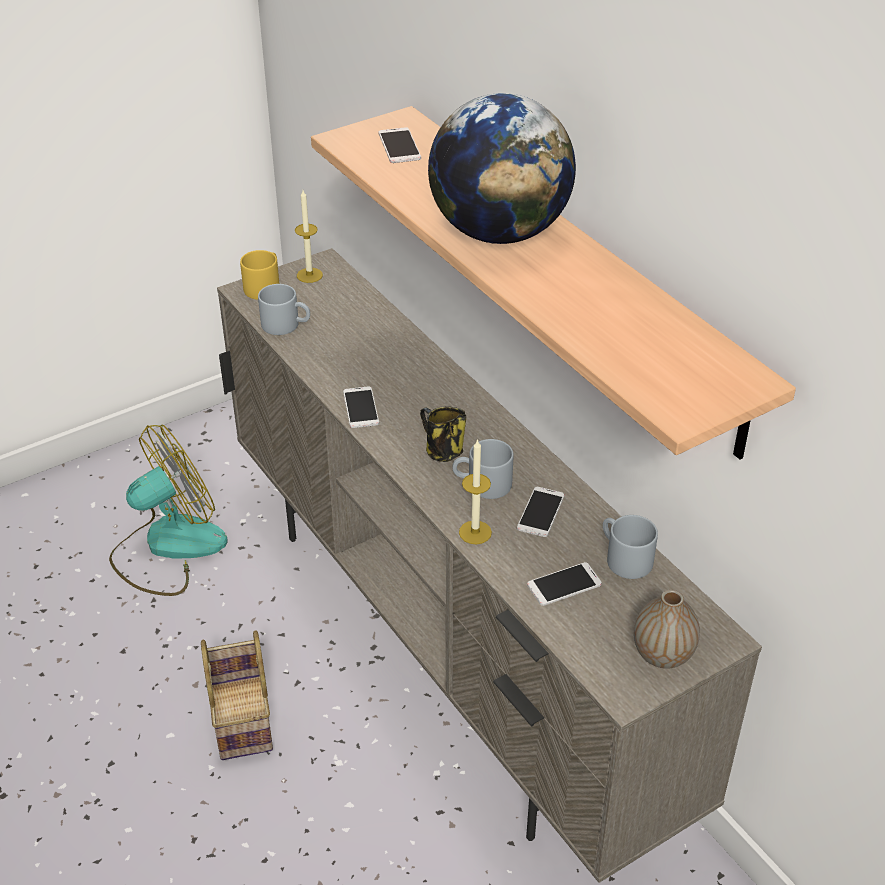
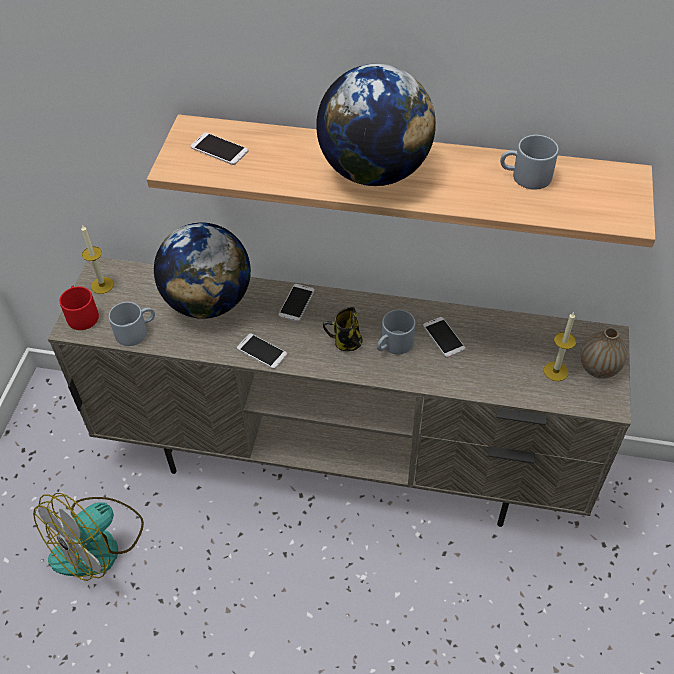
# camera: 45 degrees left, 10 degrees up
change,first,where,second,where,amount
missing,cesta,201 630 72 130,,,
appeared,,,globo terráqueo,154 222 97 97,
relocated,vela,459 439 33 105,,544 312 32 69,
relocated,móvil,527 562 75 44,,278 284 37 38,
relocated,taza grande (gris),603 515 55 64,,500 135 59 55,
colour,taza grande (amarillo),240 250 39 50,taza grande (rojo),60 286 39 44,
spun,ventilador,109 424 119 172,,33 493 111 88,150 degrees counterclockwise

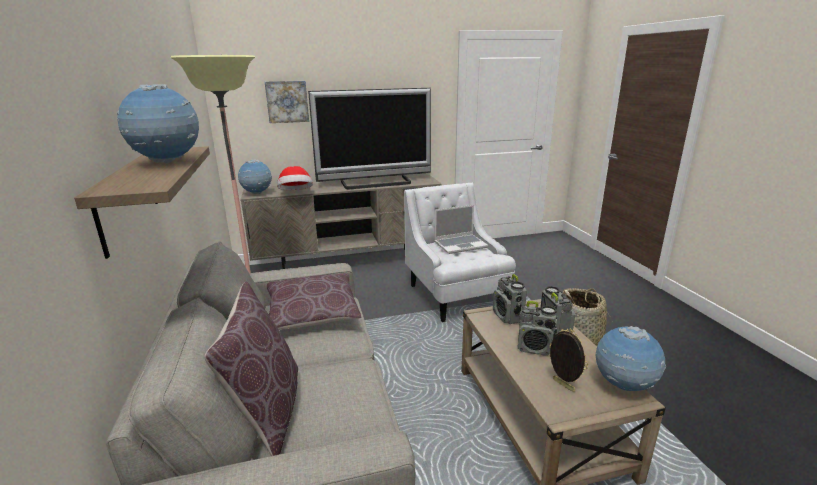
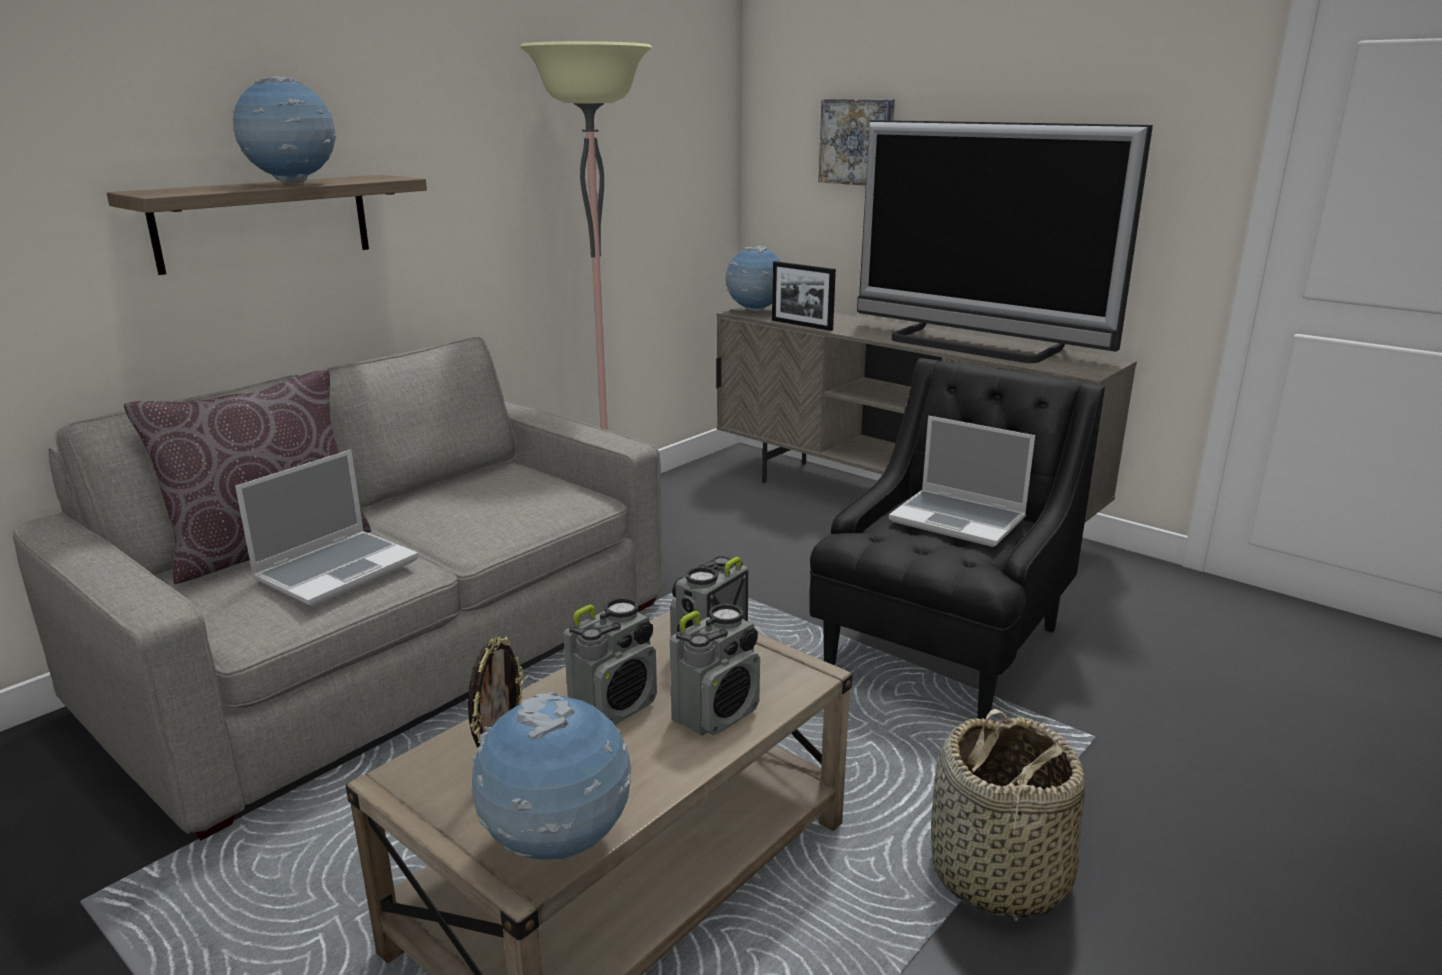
# camera: 55 degrees right, 0 degrees up
change,first,where,second,where,amount
missing,cojín (marrón),267 273 95 57,,,
appeared,,,portátil,235 450 184 156,
exchanged,sombrero,277 166 36 24,portarretratos,772 261 64 70,
colour,sillón (blanco),404 183 112 139,sillón (negro),809 358 296 361,
spun,radio,518 301 39 55,,563 597 94 128,120 degrees counterclockwise

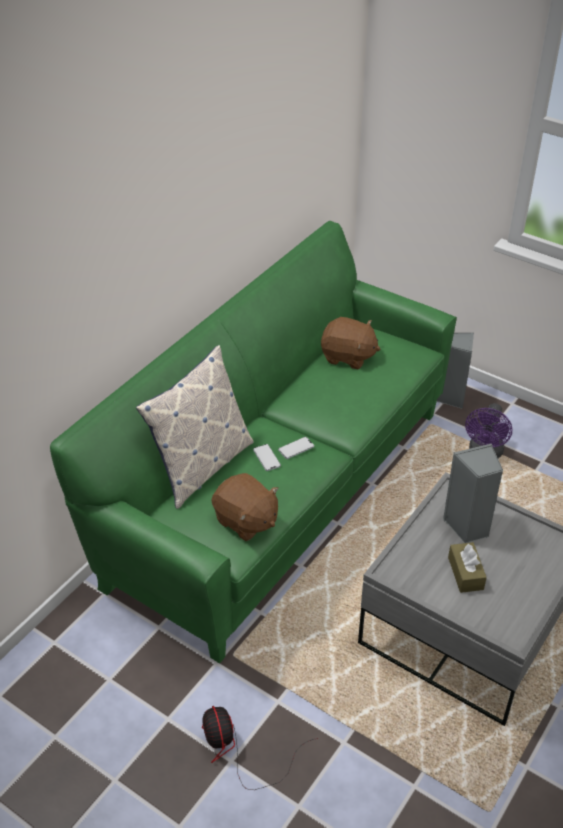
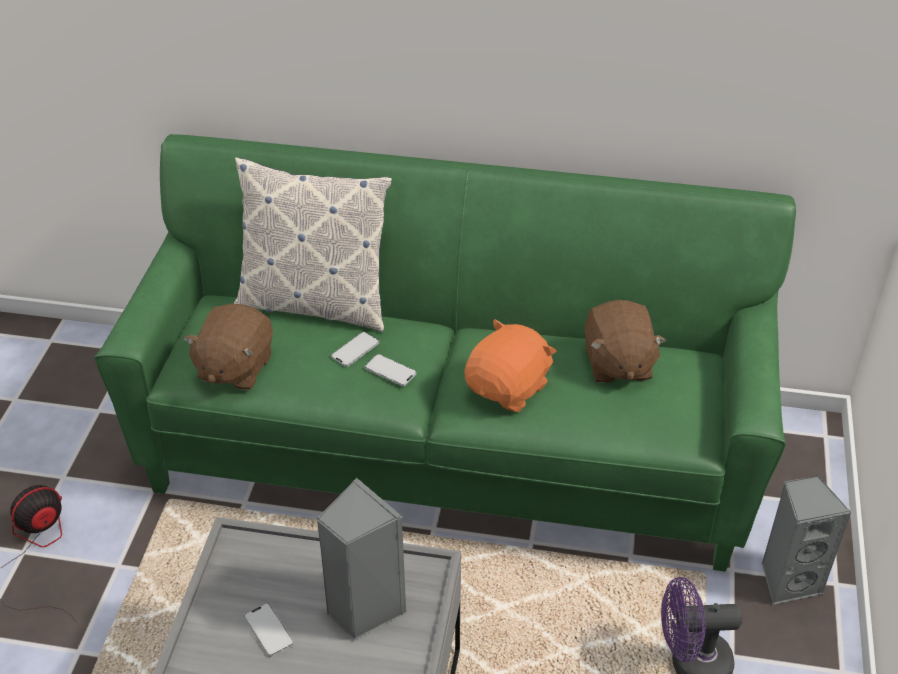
# camera: 65 degrees right, 0 degrees up
change,first,where,second,where,amount
appeared,,,peluche (naranja),464 319 93 93,
exchanged,caja de pañuelos (marrón),448 542 39 51,móvil,244 603 50 54,

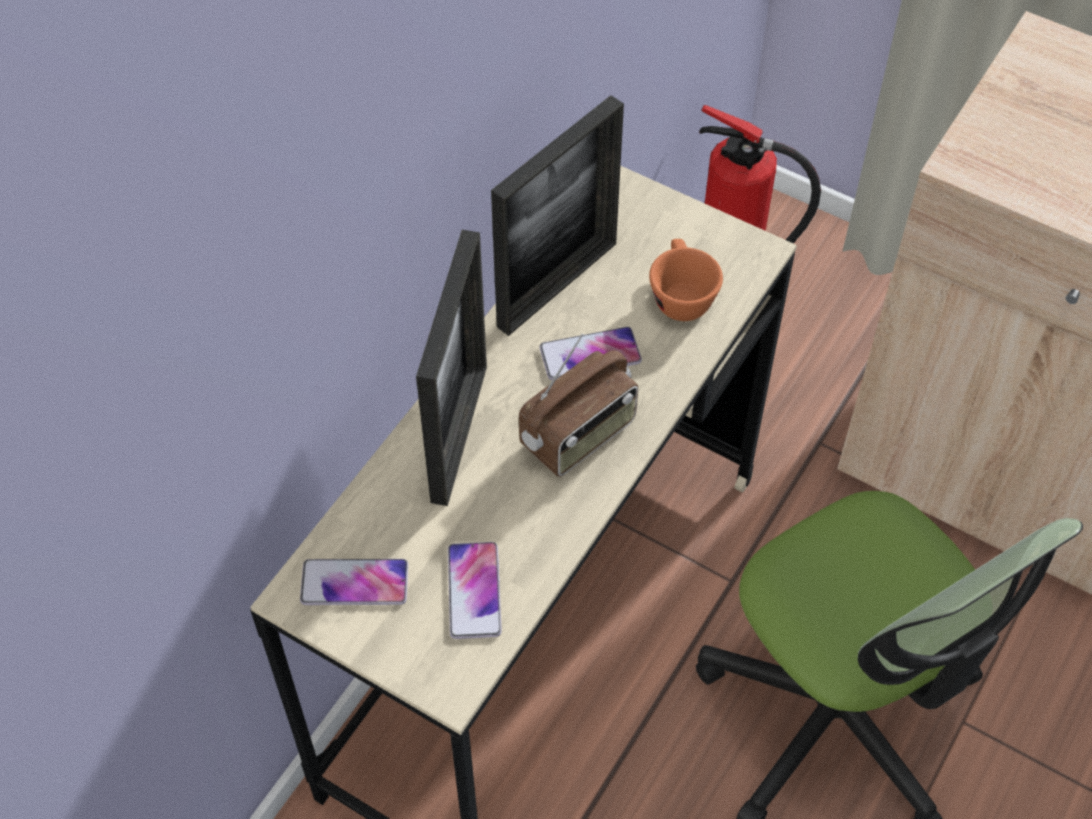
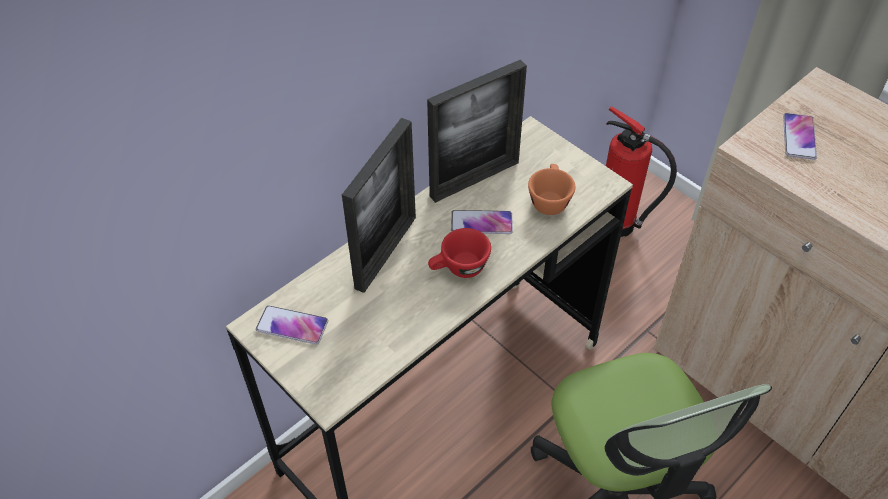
# camera: 15 degrees right, 5 degrees down
change,first,where,second,where,amount
relocated,móvil,448 542 54 97,,783 113 34 47,
exchanged,radio,519 334 119 143,taza (rojo),428 228 63 50,

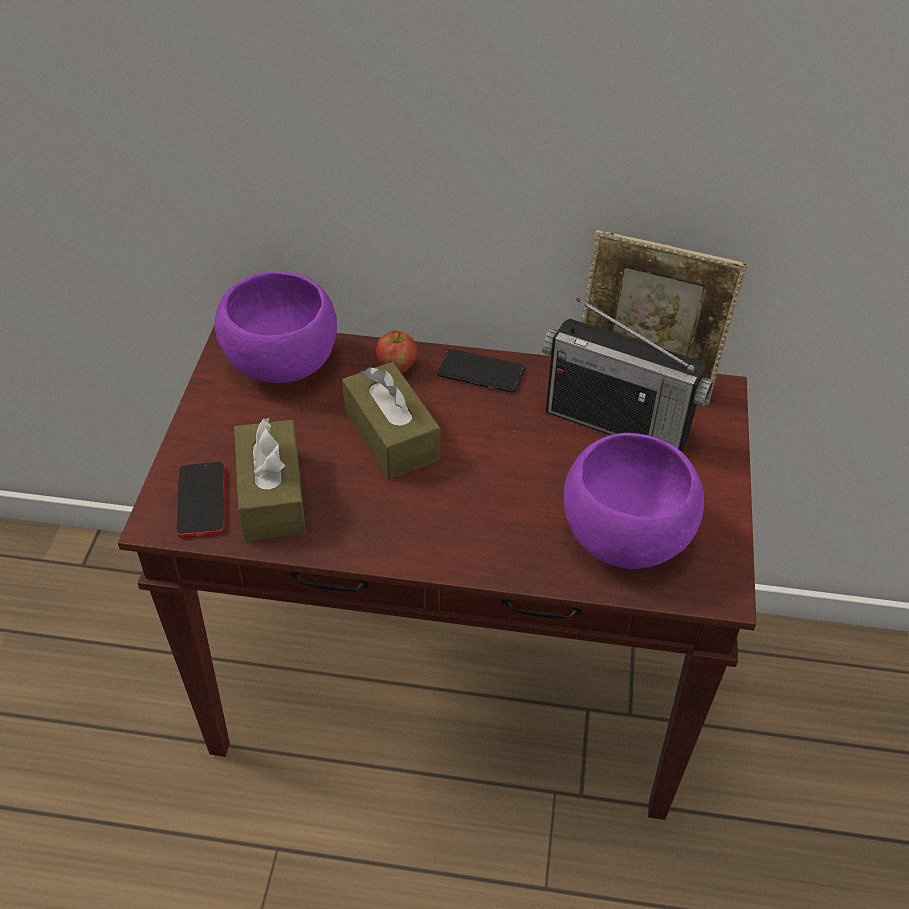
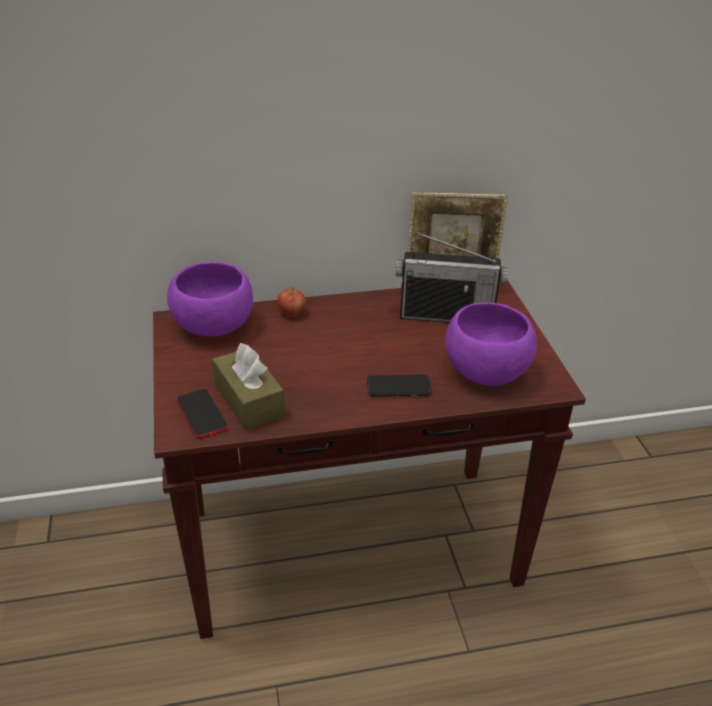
# camera: 20 degrees left, 10 degrees down
change,first,where,second,where,amount
missing,caja de pañuelos (marrón),342 362 98 117,,,
relocated,móvil,437 349 88 44,,367 375 65 21,

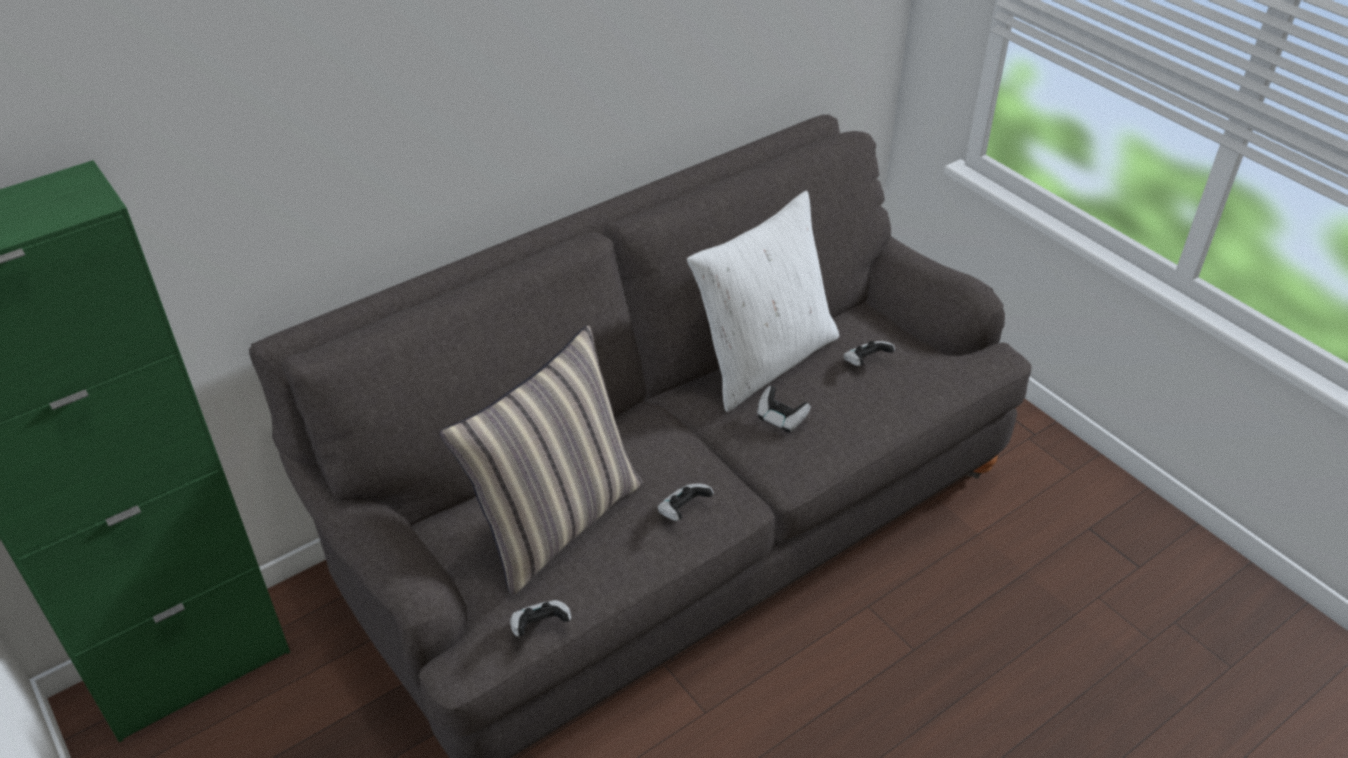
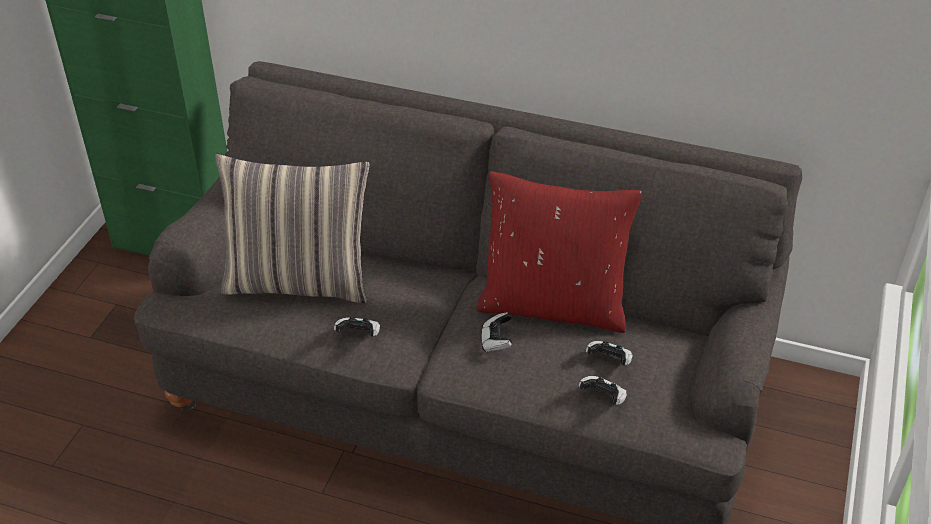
# camera: 55 degrees right, 0 degrees up
change,first,where,second,where,amount
relocated,mando de consola,510 600 61 37,,579 376 48 29,
colour,cojín (blanco),687 190 152 222,cojín (rojo),477 171 165 162,

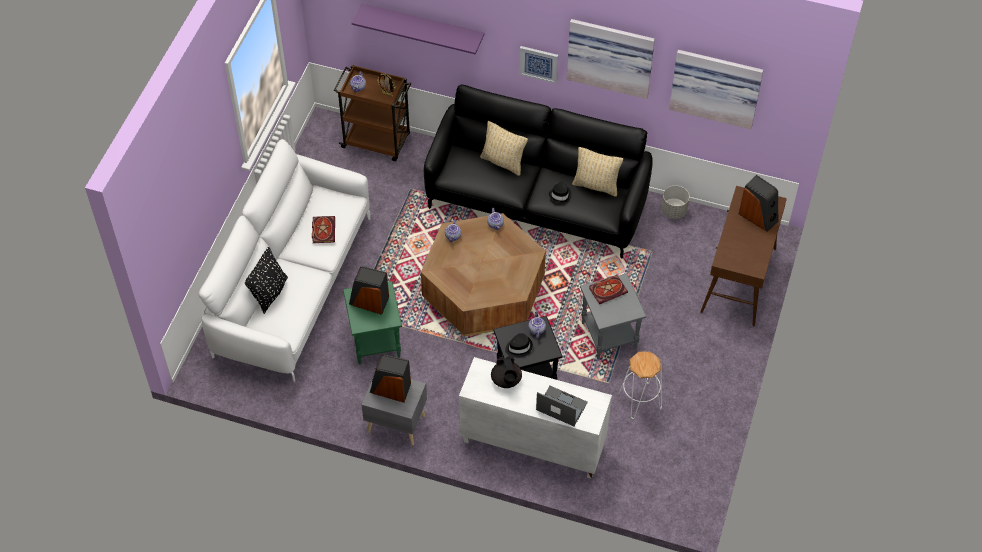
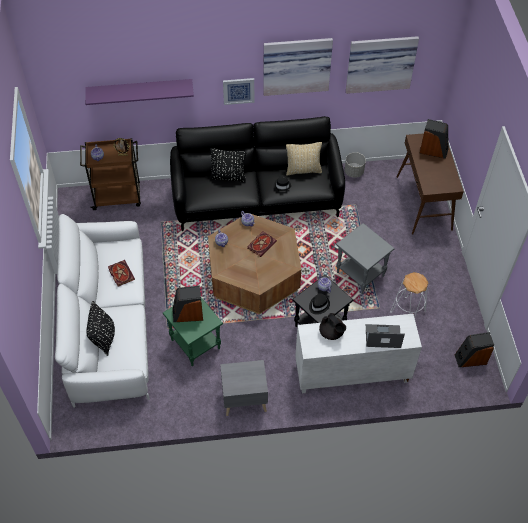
# camera: 25 degrees left, 0 degrees up
change,first,where,second,where,amount
relocated,altavoz,370 355 41 47,,455 332 39 35,
relocated,libro,589 275 39 29,,247 232 30 25,
colour,cojín (beis),480 121 48 55,cojín (negro),210 148 37 34,

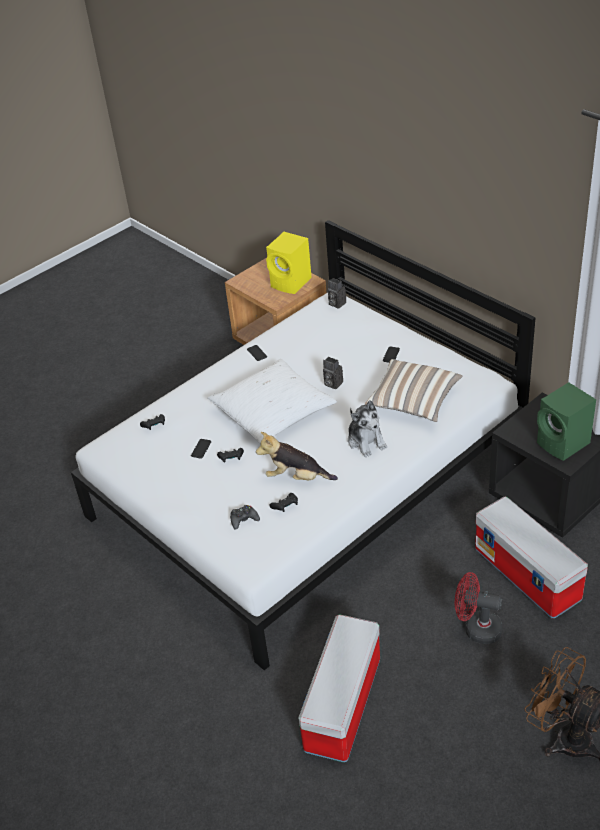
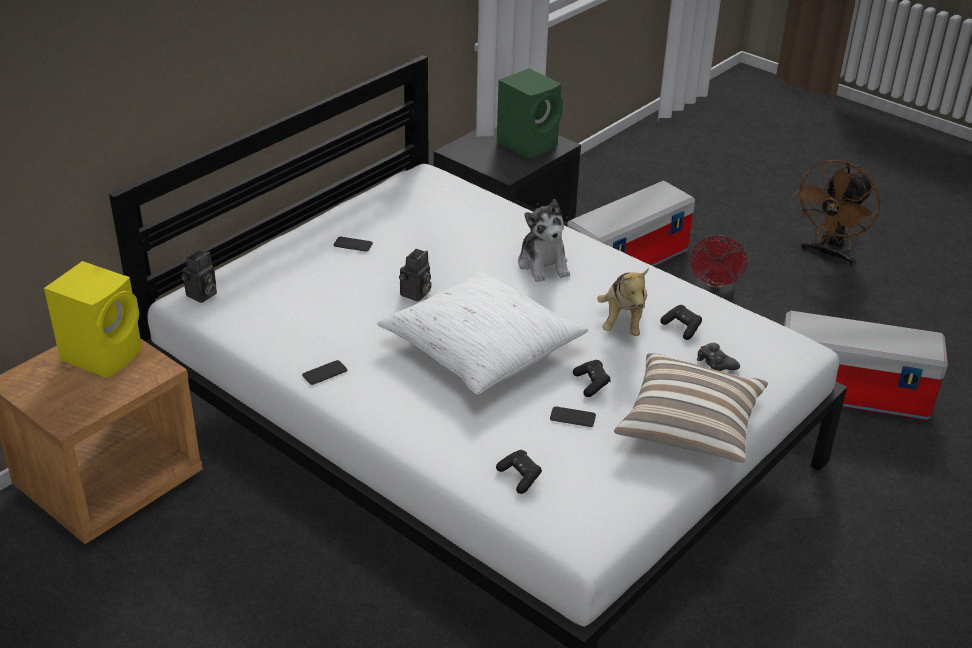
# camera: 100 degrees left, 5 degrees down
change,first,where,second,where,amount
relocated,cojín,365 359 97 63,,614 353 154 110,
spun,peluche,348 400 39 57,,518 199 52 83,105 degrees clockwise

